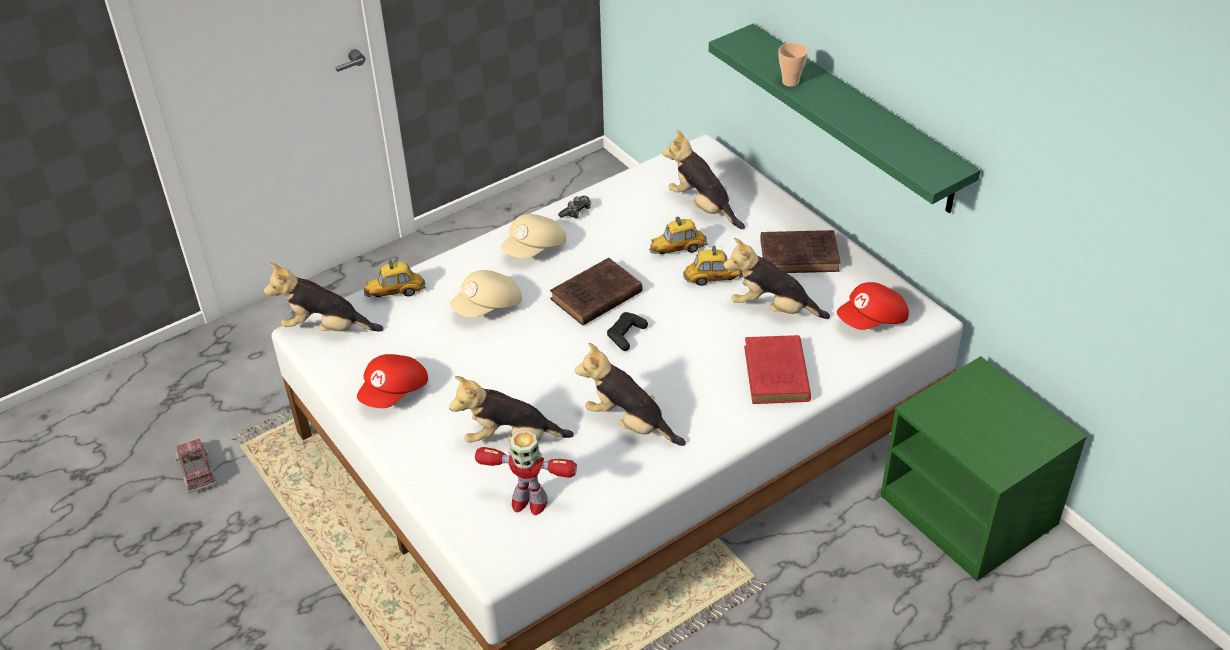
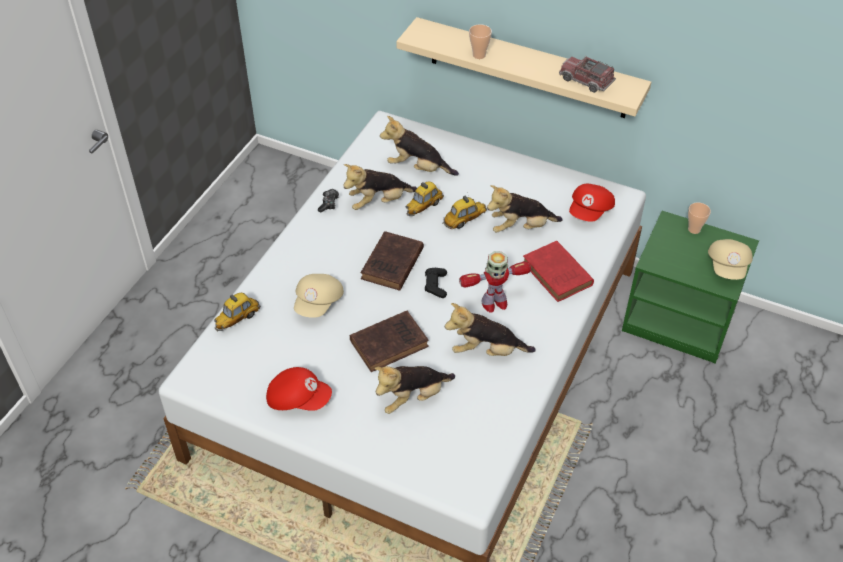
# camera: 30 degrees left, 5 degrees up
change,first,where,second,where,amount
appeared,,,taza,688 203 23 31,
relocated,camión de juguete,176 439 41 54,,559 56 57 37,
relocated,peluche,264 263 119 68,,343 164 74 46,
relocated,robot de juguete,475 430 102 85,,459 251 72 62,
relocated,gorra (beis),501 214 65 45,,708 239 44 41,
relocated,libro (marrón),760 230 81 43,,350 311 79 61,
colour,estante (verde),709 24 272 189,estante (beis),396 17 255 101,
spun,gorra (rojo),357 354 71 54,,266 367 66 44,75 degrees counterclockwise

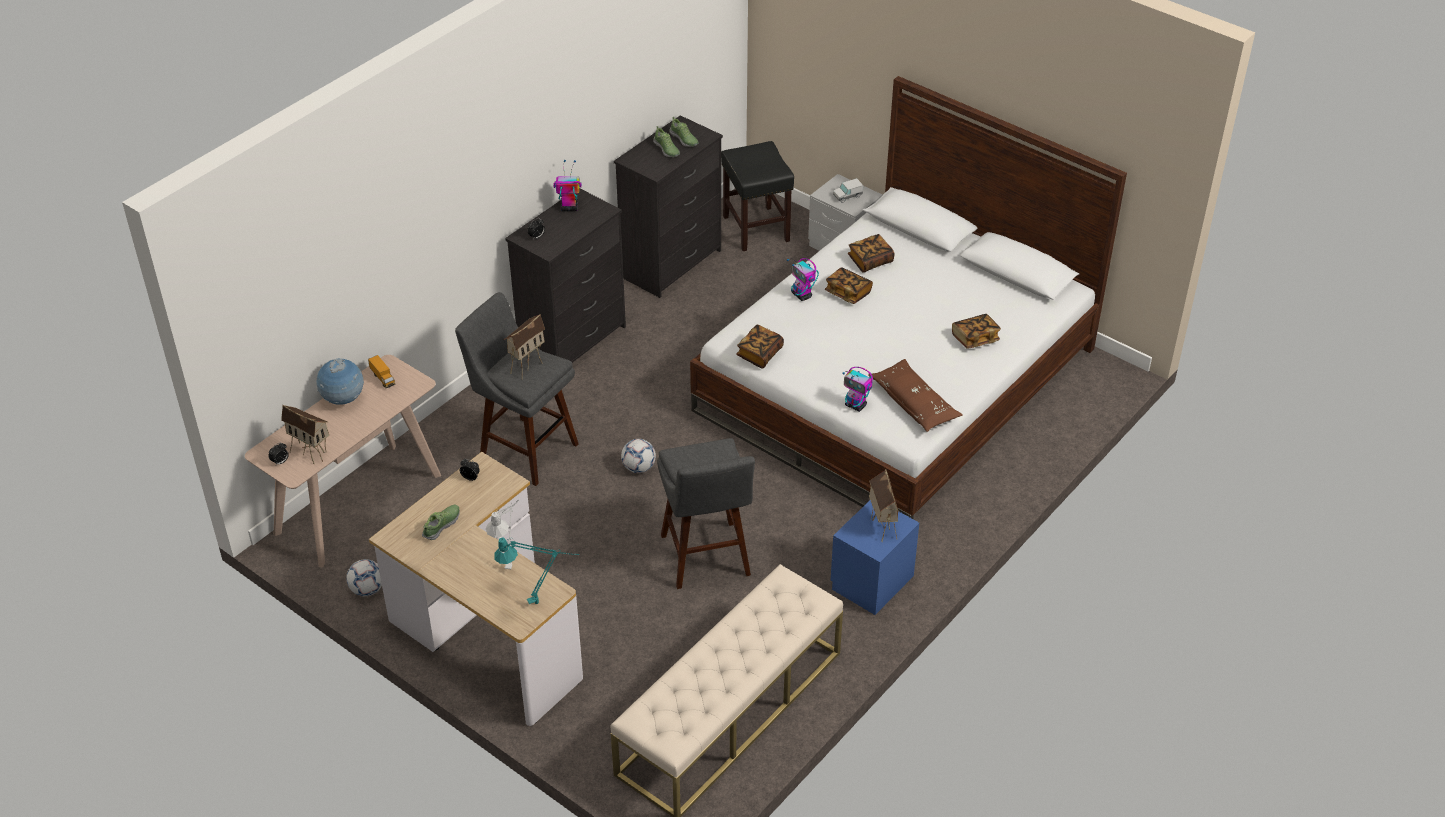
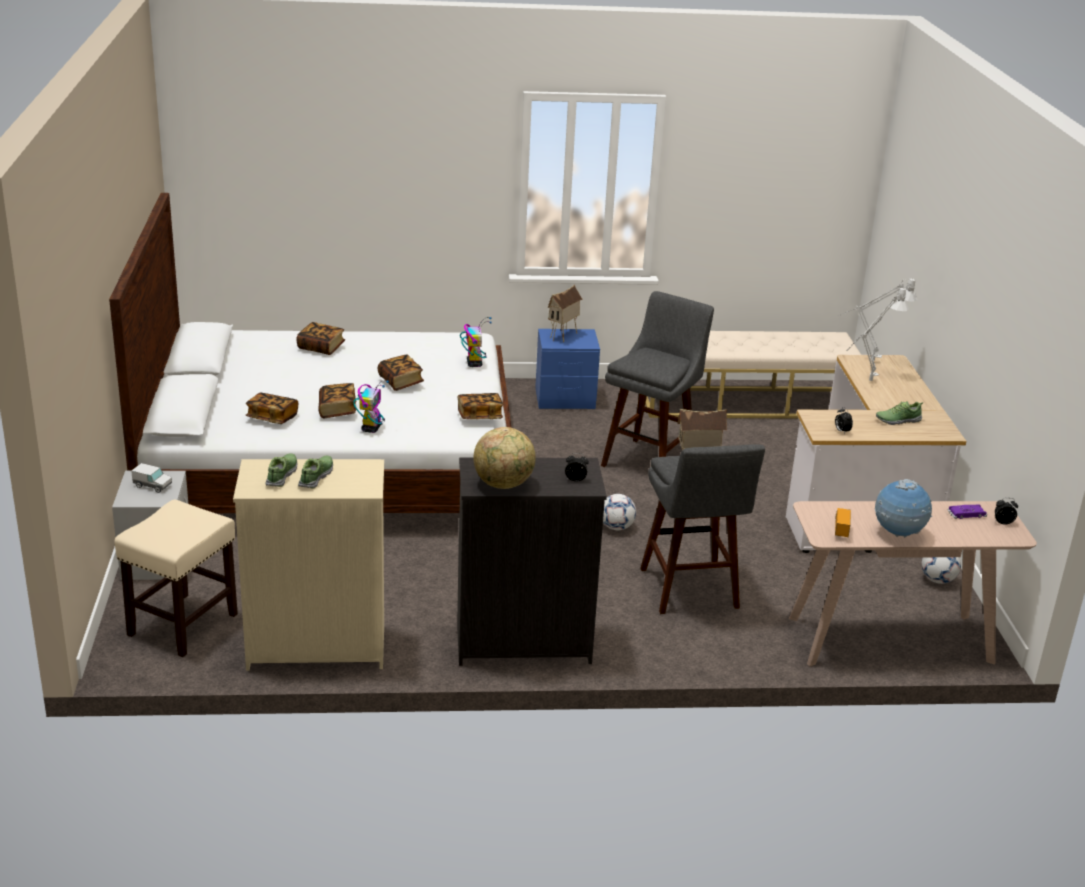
# camera: 135 degrees left, 15 degrees down
change,first,where,second,where,amount
missing,cojín (marrón),868 359 95 73,,,
appeared,,,libro,378 354 46 37,
exchanged,casita,281 405 48 59,coche de juguete (morado),948 505 39 14,
exchanged,robot de juguete,553 160 29 51,globo terráqueo,473 427 63 62,
colour,lámpara de mesa (turquesa),495 538 84 66,lámpara de mesa (gris),838 278 80 83,
colour,cómoda (negro),614 115 109 183,cómoda (beis),233 459 151 212,
colour,taburete (negro),721 141 73 110,taburete (beis),114 500 124 157,

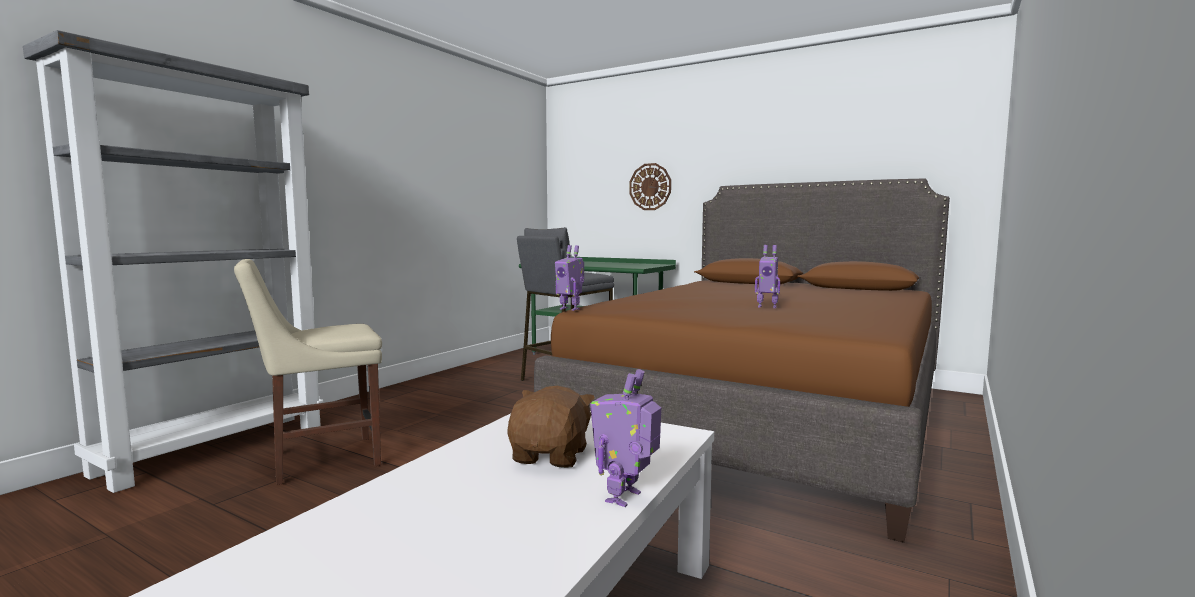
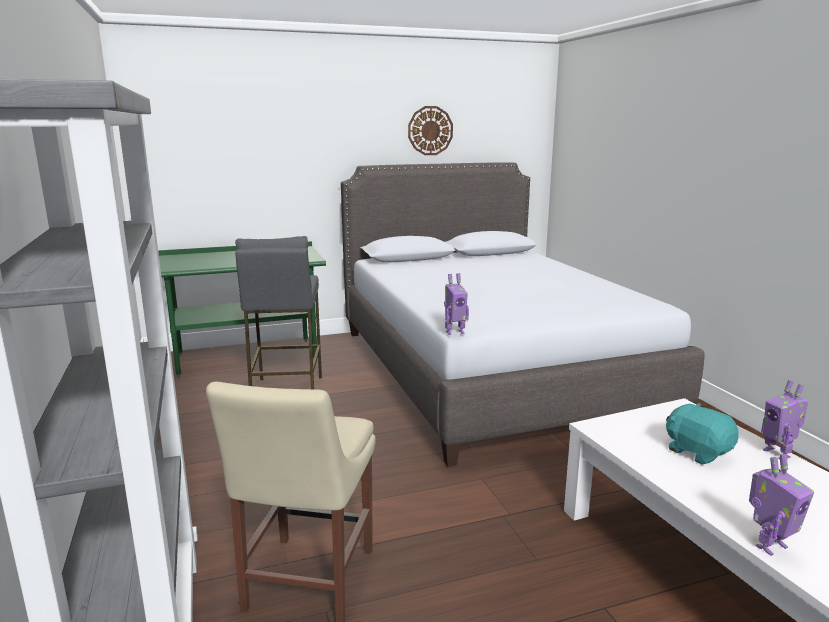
# camera: 50 degrees left, 10 degrees up
change,first,where,second,where,amount
relocated,reloj de pared,629 163 42 47,,408 106 45 49,
relocated,robot de juguete,755 245 25 63,,749 454 65 102,
colour,peluche (marrón),507 386 88 82,peluche (turquesa),666 403 73 61,
colour,cama (marrón),534 178 416 365,cama (gris),341 162 364 305,

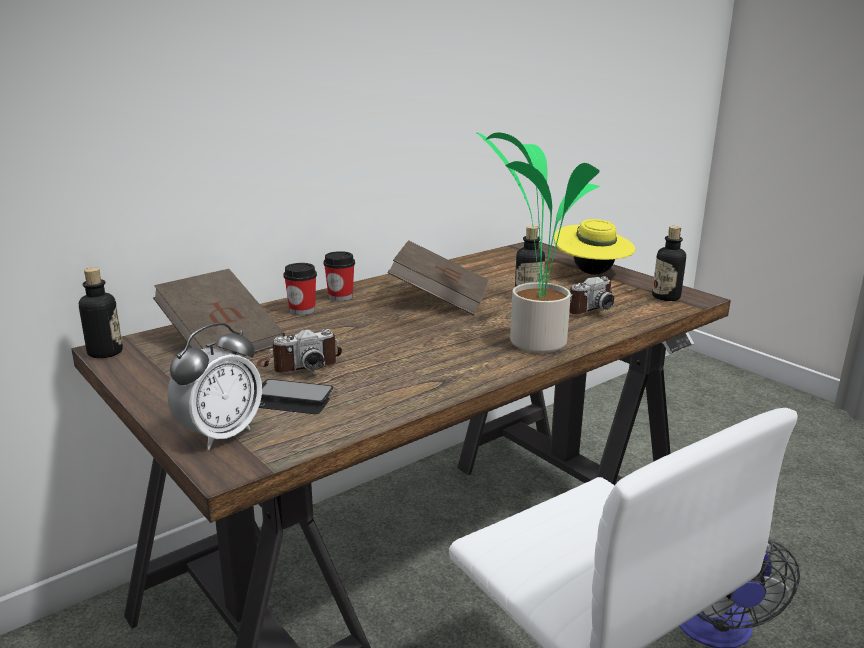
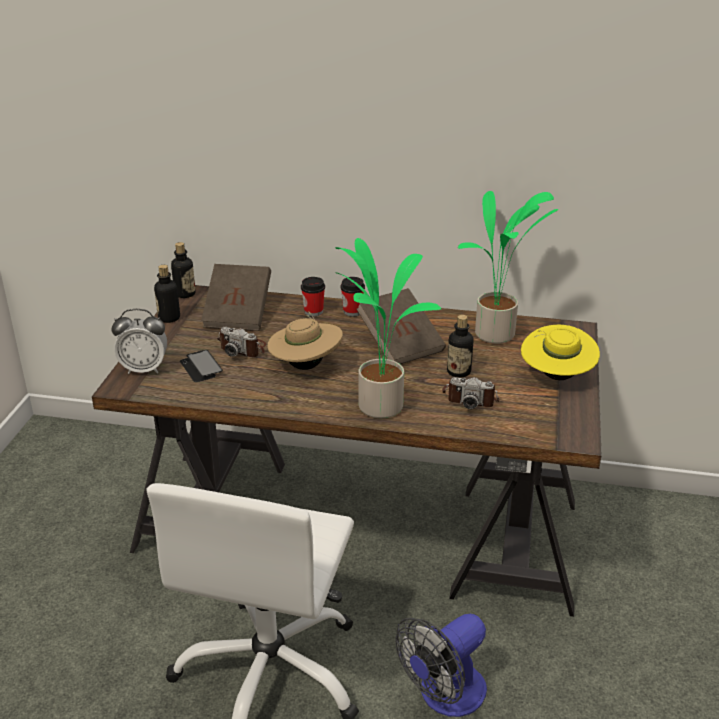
# camera: 50 degrees right, 10 degrees up
change,first,where,second,where,amount
appeared,,,sombrero (beis),267 312 76 58,
appeared,,,planta en maceta,458 191 101 153,
relocated,botella,652 226 34 75,,154 265 26 58,

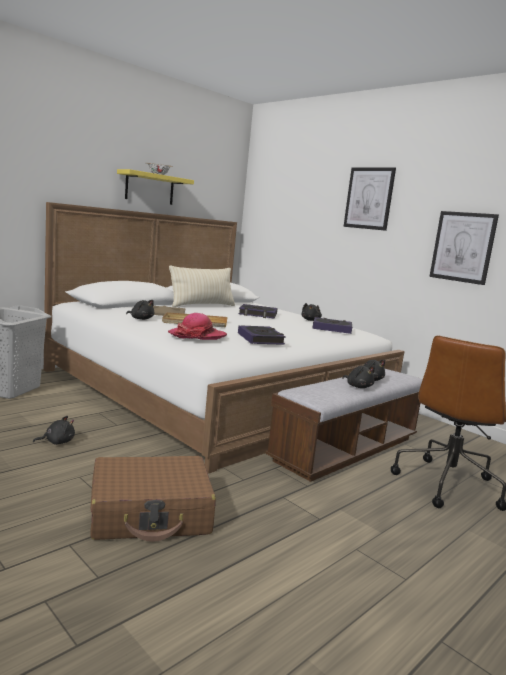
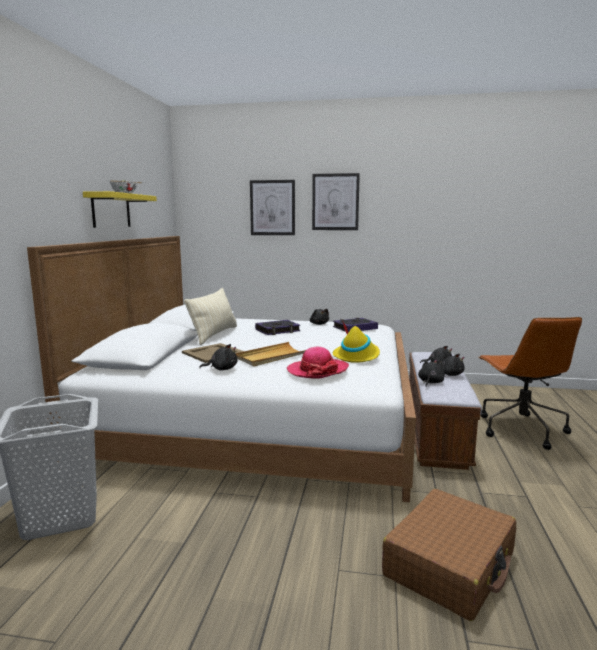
# camera: 35 degrees left, 0 degrees up
change,first,where,second,where,amount
relocated,peluche (negro),33 416 42 29,,418 359 27 27,
relocated,cuadro,429 211 70 74,,250 180 45 55,
exchanged,libro,238 325 48 20,sombrero (amarillo),333 320 47 43,

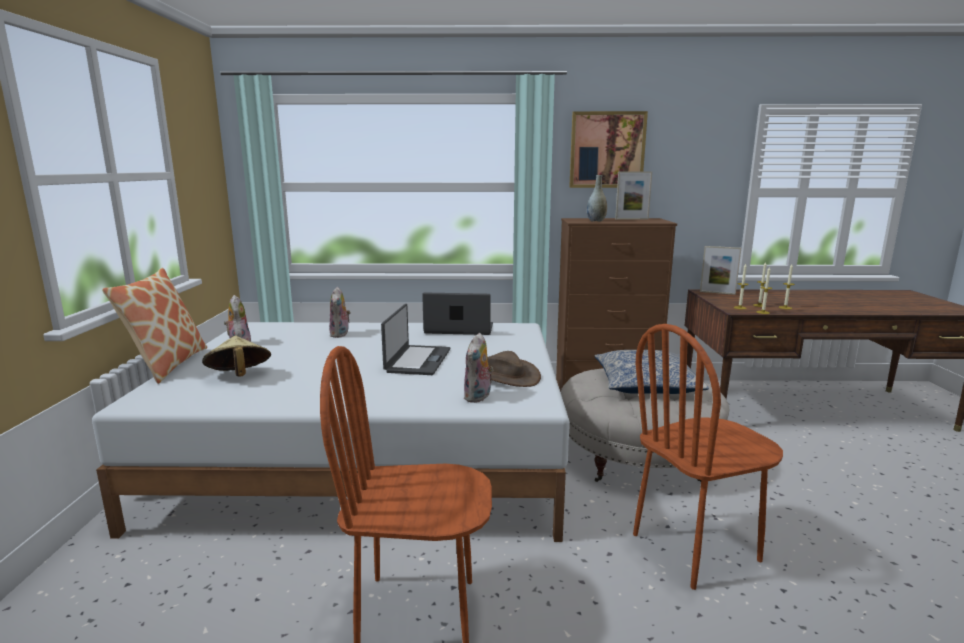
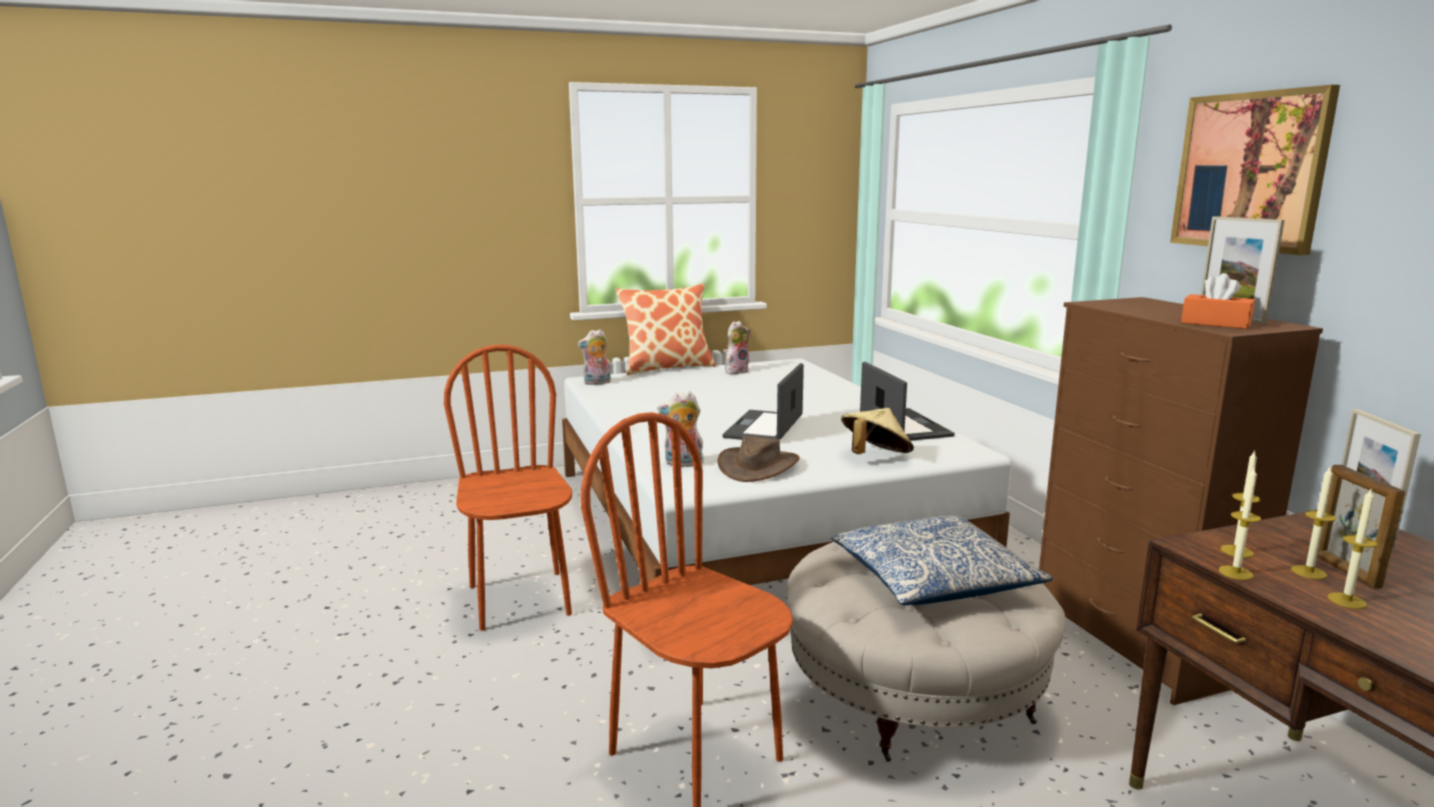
# camera: 70 degrees right, 0 degrees up
change,first,where,second,where,amount
missing,florero (gris),587 175 20 47,,,
appeared,,,caja de pañuelos (naranja),1181 273 74 56,
appeared,,,portarretratos,1317 465 88 124,
relocated,sombrero (beis),202 335 69 41,,841 408 73 46,
relocated,peluche,329 287 22 51,,577 329 34 56,
spun,portátil,381 304 69 71,,722 363 82 77,120 degrees clockwise

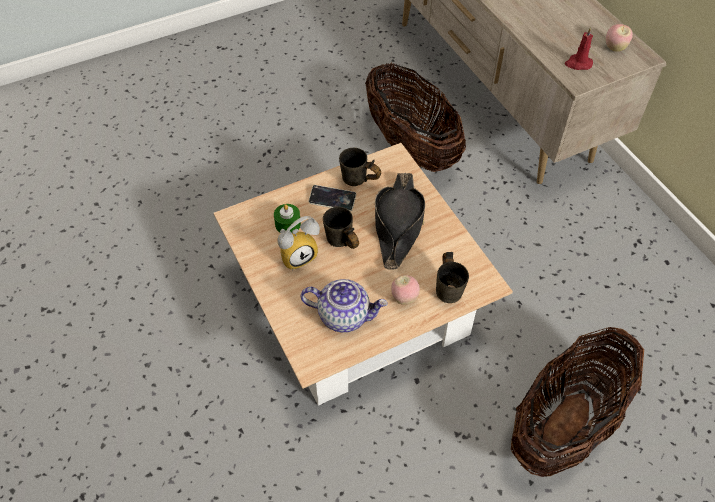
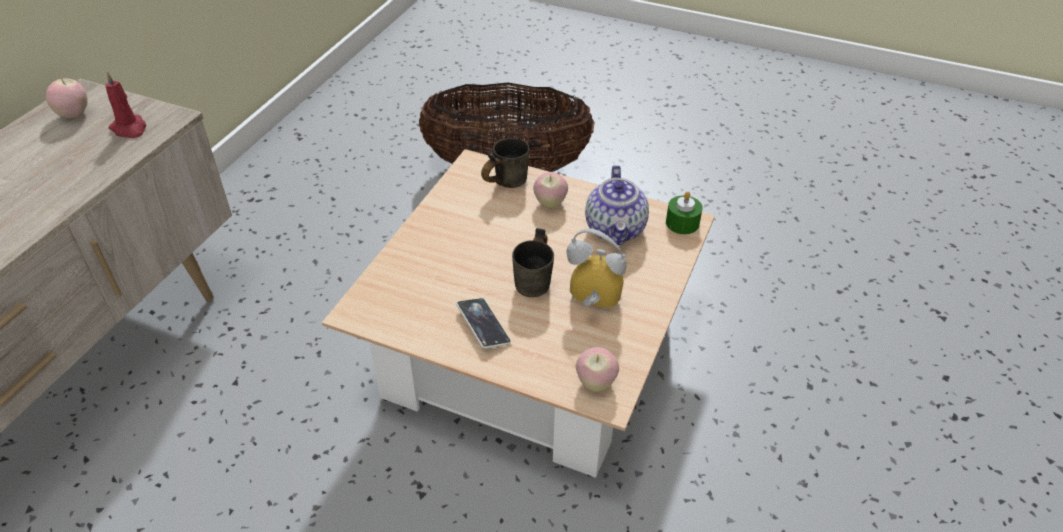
# camera: 130 degrees left, 10 degrees down
change,first,where,second,where,amount
missing,taza grande (gris),339 148 42 38,,,
missing,cesta,365 62 101 110,,,
missing,sombrero (negro),375 172 50 98,,,
appeared,,,manzana,576 347 43 45,
relocated,vela (verde),274 204 27 29,,666 191 37 43,
spun,tetera,300 279 88 54,,585 165 64 80,150 degrees counterclockwise

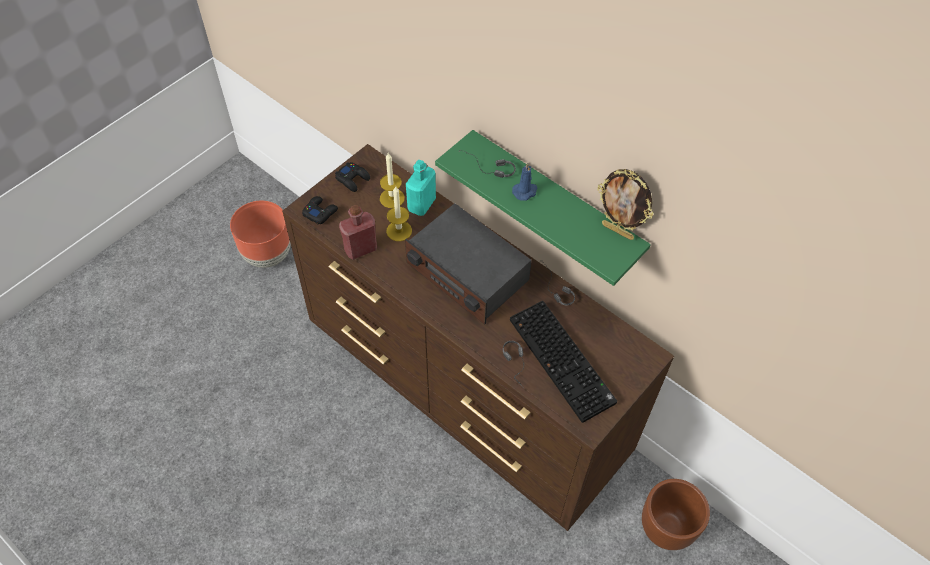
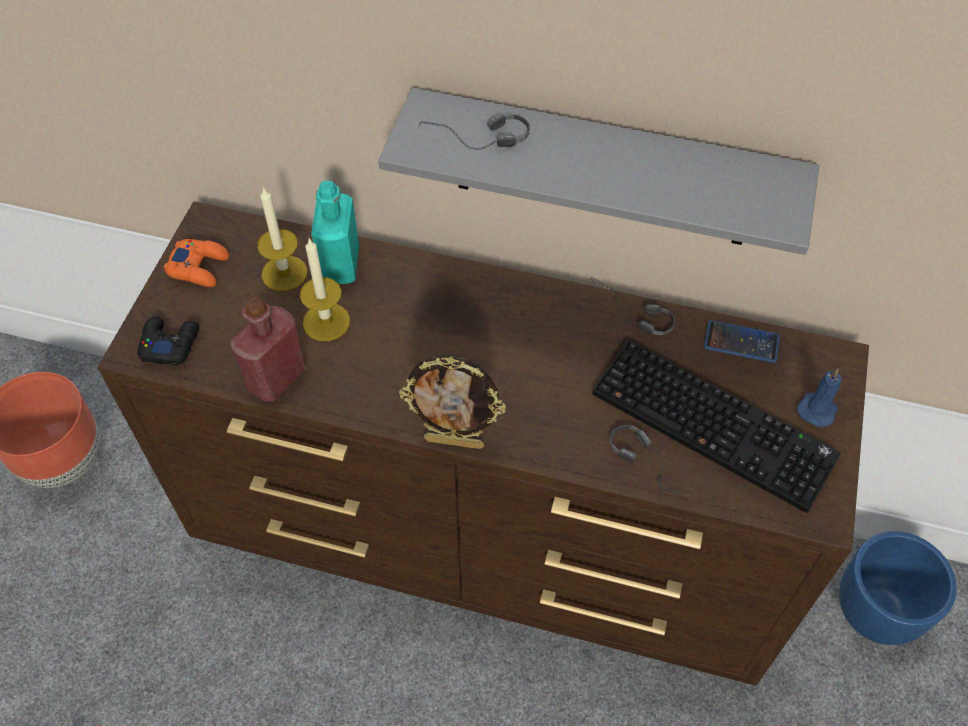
# camera: 25 degrees left, 0 degrees up
change,first,where,second,where,amount
missing,radio,405 203 127 122,,,
appeared,,,móvil,704 320 76 43,
relocated,vela (azul),512 162 25 39,,797 368 45 59,
relocated,portarretratos,597 169 56 71,,399 355 107 94,
colour,mando de consola (negro),335 162 35 30,mando de consola (naranja),164 239 65 48,
colour,estante (verde),435 130 216 156,estante (gris),378 88 441 167,
colour,maceta (marrón),642 479 68 71,maceta (azul),839 531 118 114,

